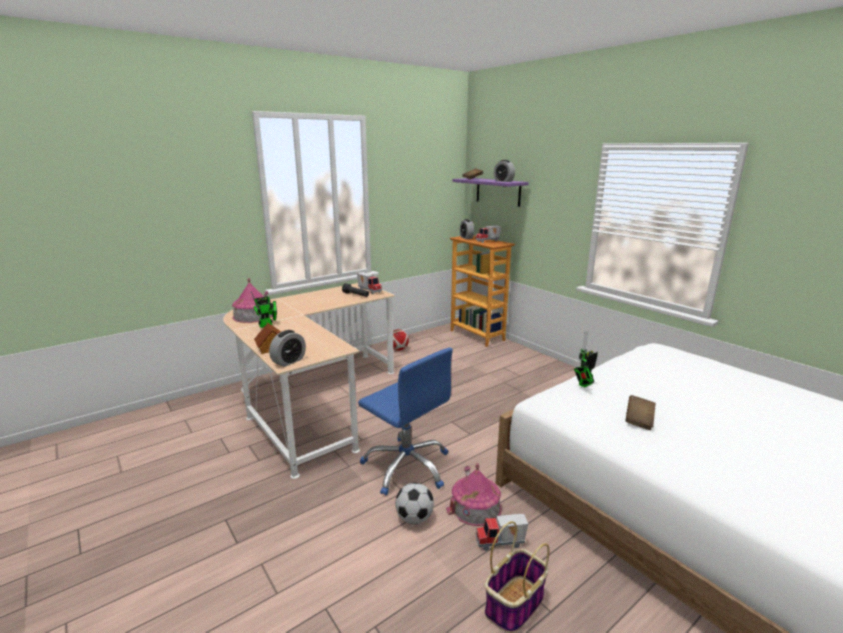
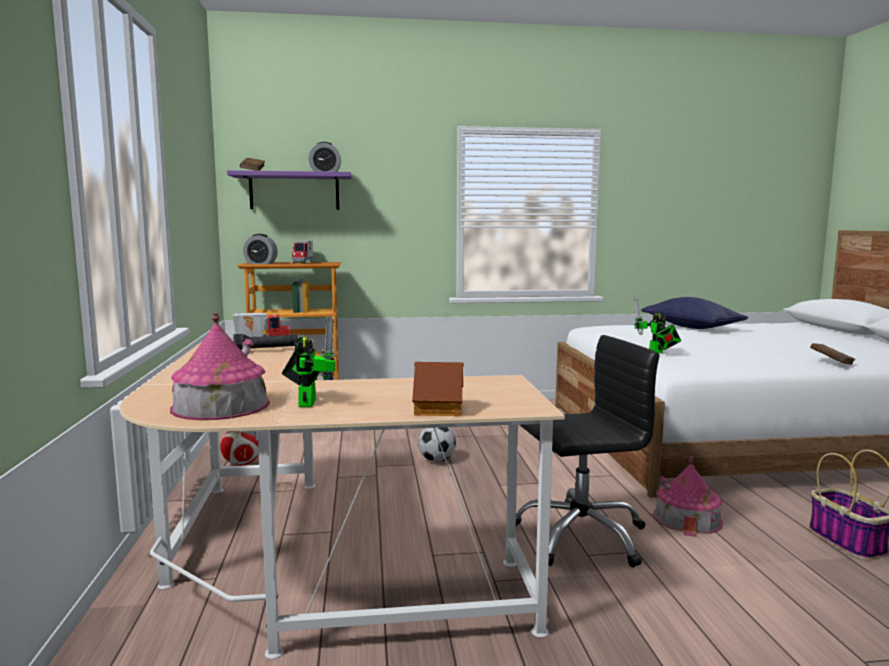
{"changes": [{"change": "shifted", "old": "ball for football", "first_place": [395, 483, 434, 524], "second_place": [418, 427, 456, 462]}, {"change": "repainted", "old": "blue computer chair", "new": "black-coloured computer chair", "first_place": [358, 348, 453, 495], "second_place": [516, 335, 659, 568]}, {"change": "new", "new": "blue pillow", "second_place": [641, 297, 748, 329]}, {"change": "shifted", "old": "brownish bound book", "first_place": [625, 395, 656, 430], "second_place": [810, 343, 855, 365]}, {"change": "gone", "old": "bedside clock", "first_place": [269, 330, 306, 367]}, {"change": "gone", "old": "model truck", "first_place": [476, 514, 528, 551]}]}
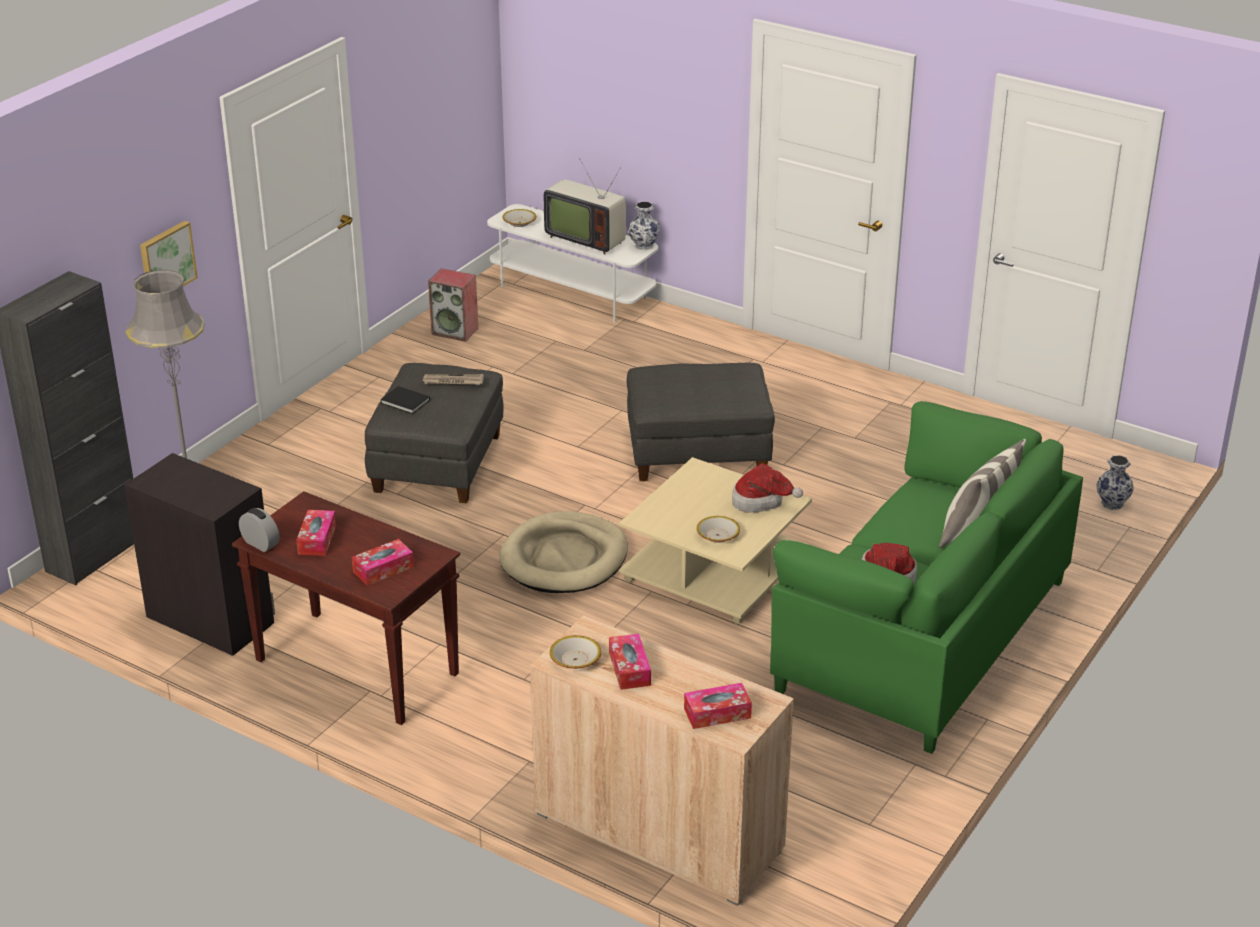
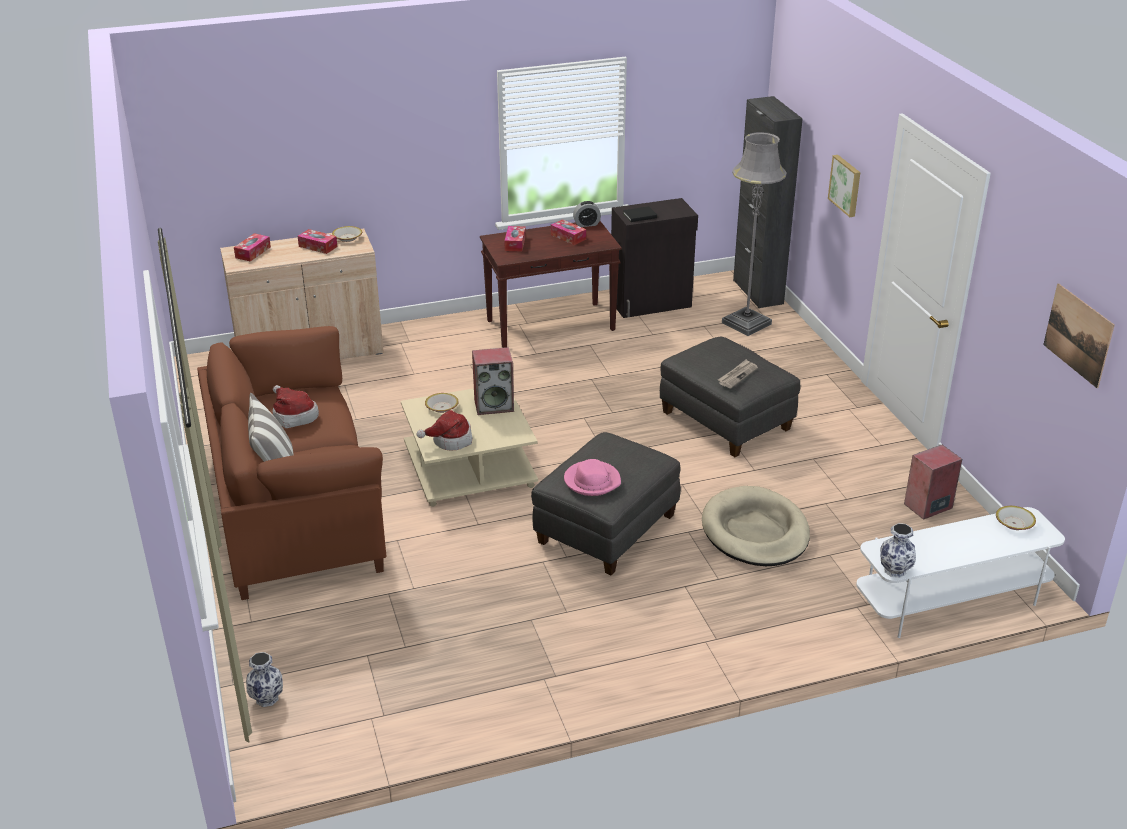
{"changes": [{"change": "repainted", "old": "green settee", "new": "brownish settee", "first_place": [770, 401, 1083, 754], "second_place": [197, 326, 386, 600]}, {"change": "new", "new": "loudspeaker", "second_place": [472, 347, 514, 415]}, {"change": "new", "new": "pink clothing hat", "second_place": [564, 459, 621, 496]}, {"change": "shifted", "old": "black-coloured bound book", "first_place": [381, 386, 430, 414], "second_place": [623, 206, 657, 222]}, {"change": "shifted", "old": "sand-coloured pet bed", "first_place": [499, 511, 628, 593], "second_place": [702, 486, 810, 566]}, {"change": "new", "new": "picture", "second_place": [1043, 283, 1115, 388]}, {"change": "gone", "old": "TV set", "first_place": [544, 158, 626, 254]}]}
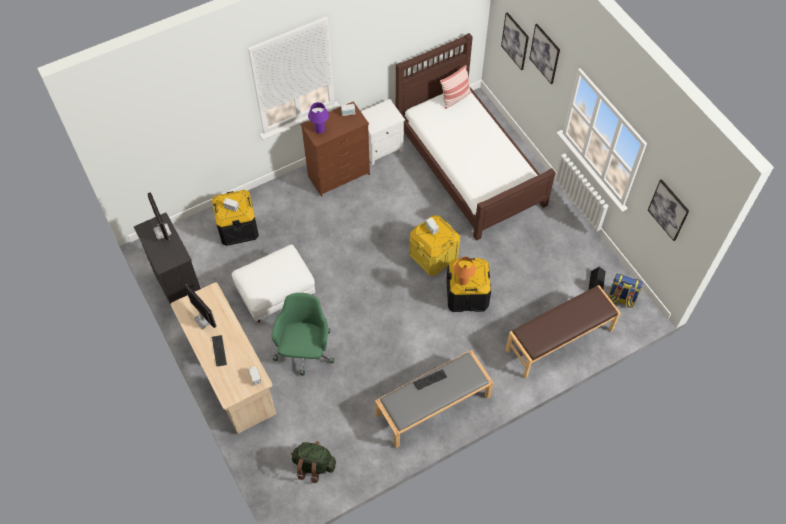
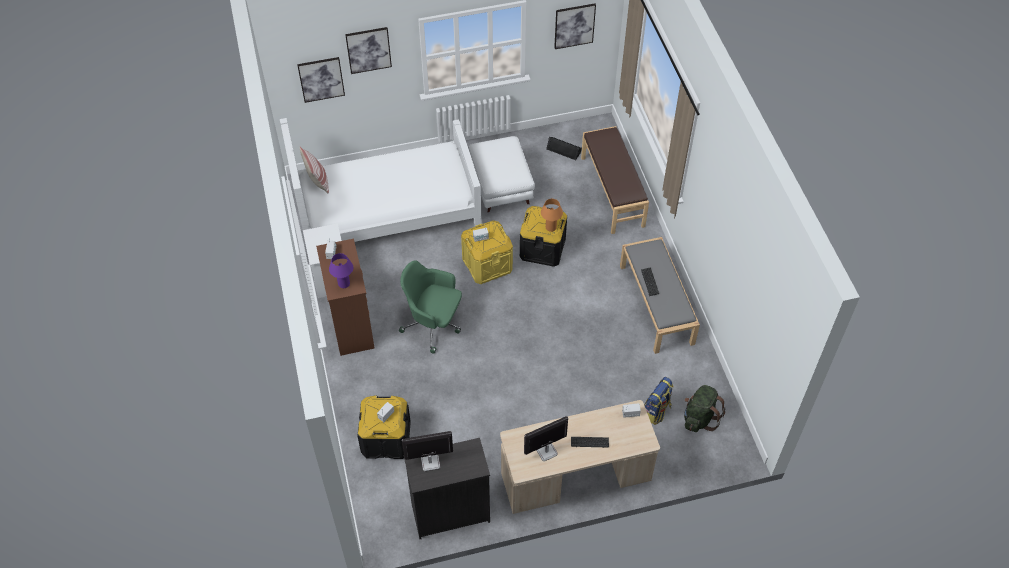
{"changes": [{"change": "repainted", "old": "brownish bed", "new": "whitish bed", "first_place": [396, 33, 556, 241], "second_place": [280, 118, 482, 242]}, {"change": "shifted", "old": "green computer chair", "first_place": [271, 293, 334, 376], "second_place": [399, 260, 462, 354]}, {"change": "shifted", "old": "whitish pouffe", "first_place": [232, 245, 315, 323], "second_place": [469, 136, 535, 212]}, {"change": "shifted", "old": "backpack", "first_place": [608, 274, 643, 308], "second_place": [644, 377, 674, 425]}]}
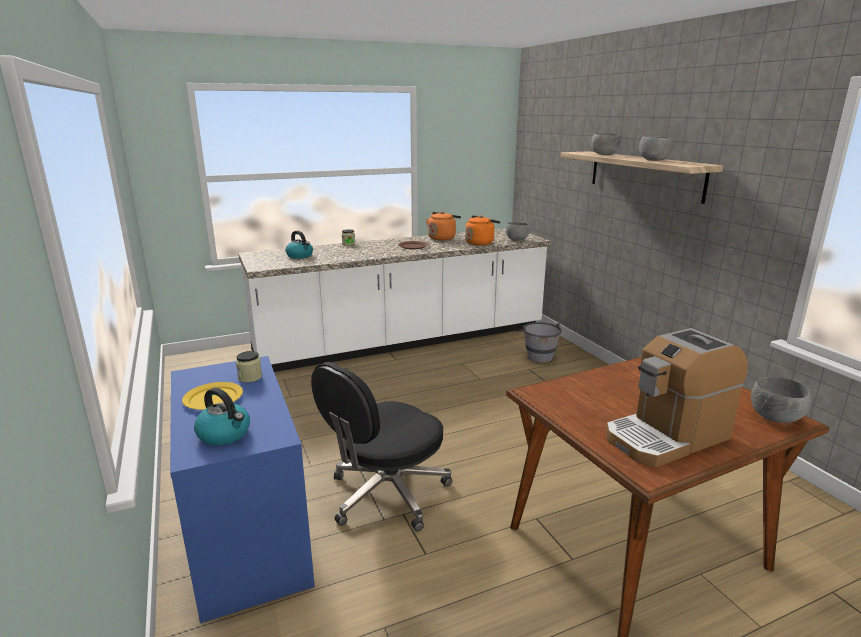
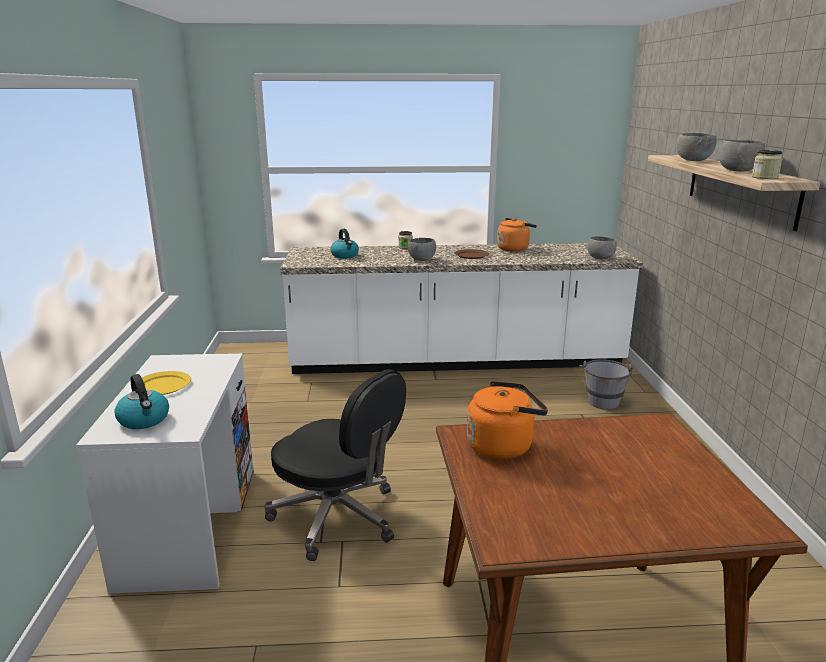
{"changes": [{"change": "repainted", "old": "blue desk", "new": "whitish desk", "first_place": [170, 356, 315, 623], "second_place": [76, 353, 254, 594]}, {"change": "rotated", "old": "black-coloured computer chair", "first_place": [311, 362, 452, 531], "second_place": [264, 369, 406, 561], "degrees": -120}, {"change": "shifted", "old": "gray serving bowl", "first_place": [751, 377, 811, 423], "second_place": [408, 238, 436, 261]}, {"change": "shifted", "old": "orange water kettle", "first_place": [465, 215, 500, 246], "second_place": [467, 381, 548, 459]}, {"change": "shifted", "old": "preserve jar", "first_place": [236, 351, 262, 382], "second_place": [752, 150, 783, 179]}, {"change": "gone", "old": "coffee brewer", "first_place": [606, 328, 748, 467]}]}
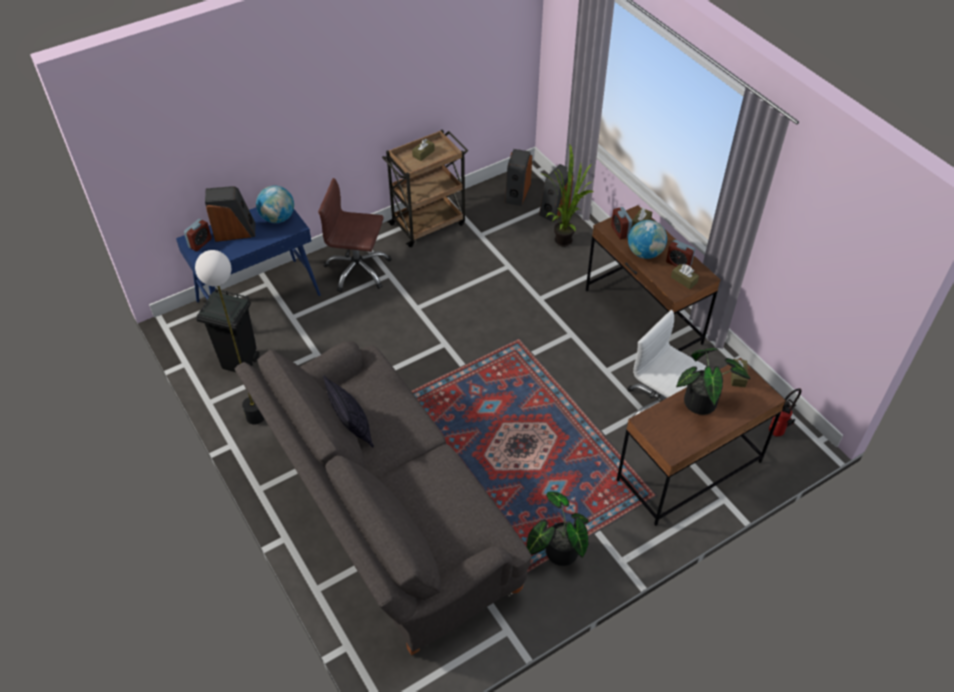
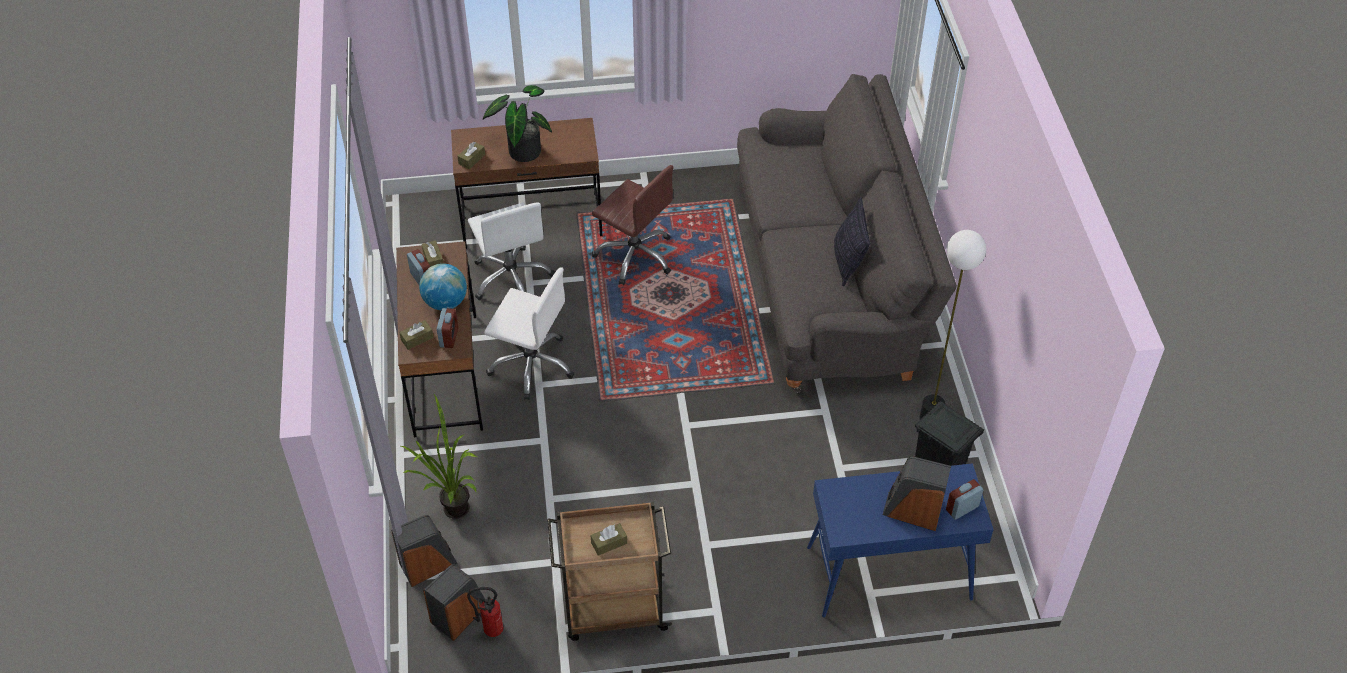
{"changes": [{"change": "shifted", "old": "fire extinguisher", "first_place": [769, 388, 802, 437], "second_place": [467, 587, 504, 637]}, {"change": "new", "new": "whitish computer chair", "second_place": [484, 268, 574, 400]}, {"change": "shifted", "old": "brownish computer chair", "first_place": [318, 178, 392, 293], "second_place": [592, 165, 673, 285]}, {"change": "gone", "old": "world globe", "first_place": [256, 185, 294, 223]}, {"change": "gone", "old": "potted plant", "first_place": [527, 492, 589, 566]}]}
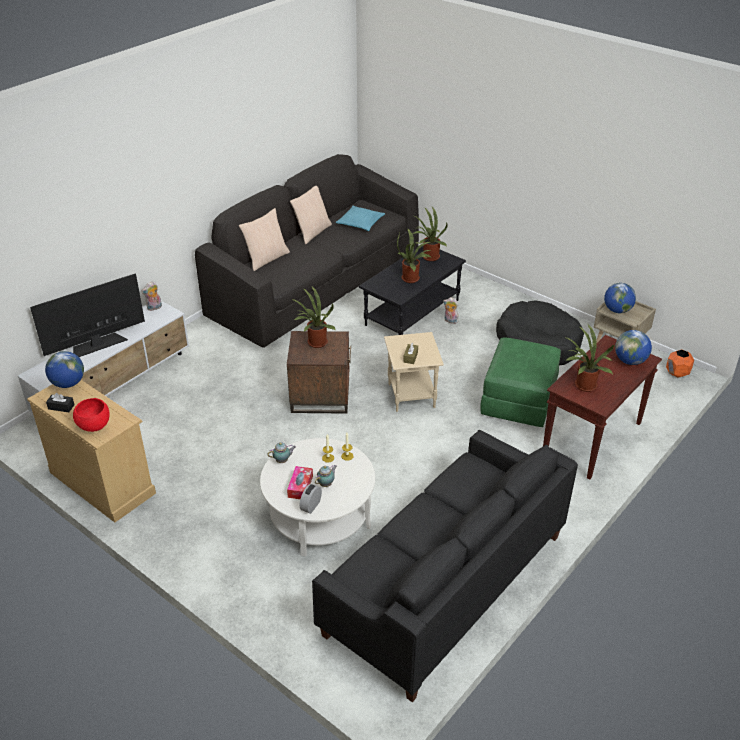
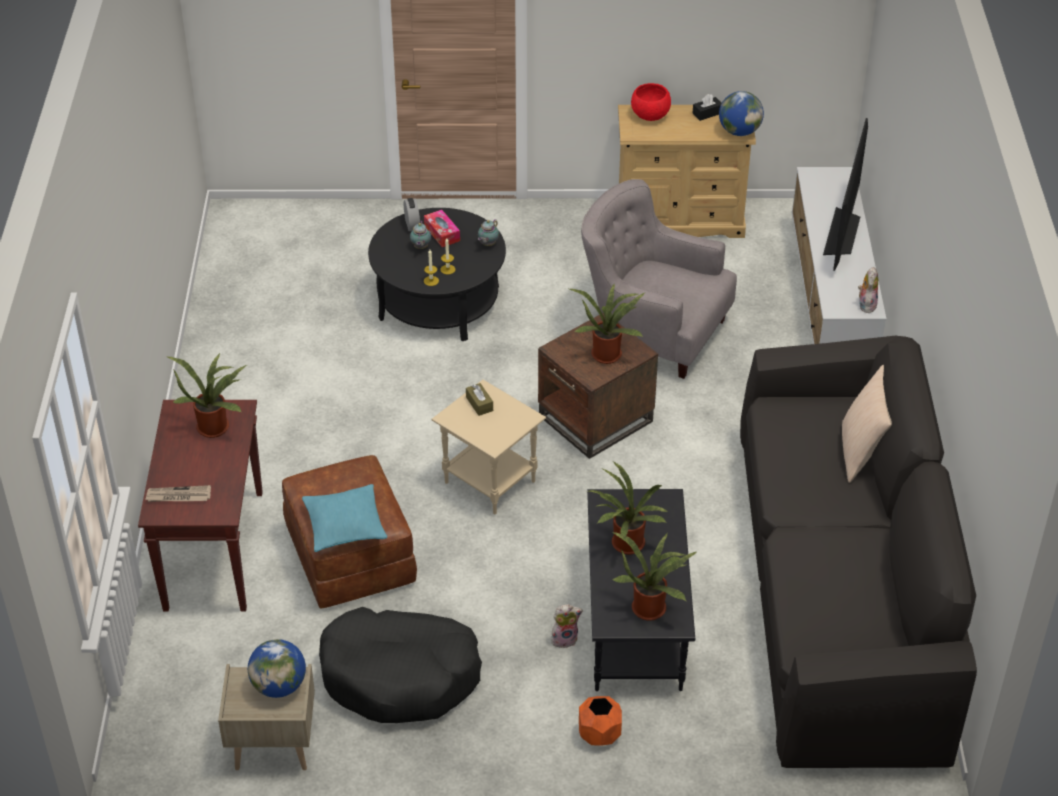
{"changes": [{"change": "swapped", "old": "world globe", "new": "newspaper", "first_place": [615, 330, 652, 365], "second_place": [145, 485, 211, 502]}, {"change": "repainted", "old": "green pouffe", "new": "brownish pouffe", "first_place": [480, 337, 561, 427], "second_place": [282, 455, 417, 609]}, {"change": "shifted", "old": "turquoise-coloured pillow", "first_place": [336, 206, 385, 231], "second_place": [302, 484, 387, 552]}, {"change": "repainted", "old": "whitish coffee table", "new": "black-coloured coffee table", "first_place": [260, 438, 375, 557], "second_place": [368, 208, 506, 341]}, {"change": "shifted", "old": "orange plant pot", "first_place": [666, 349, 694, 378], "second_place": [579, 696, 622, 746]}, {"change": "new", "new": "gray easy chair", "second_place": [581, 179, 737, 379]}, {"change": "gone", "old": "sand-coloured pillow", "first_place": [290, 186, 332, 244]}, {"change": "gone", "old": "black-coloured settee", "first_place": [312, 430, 578, 702]}]}
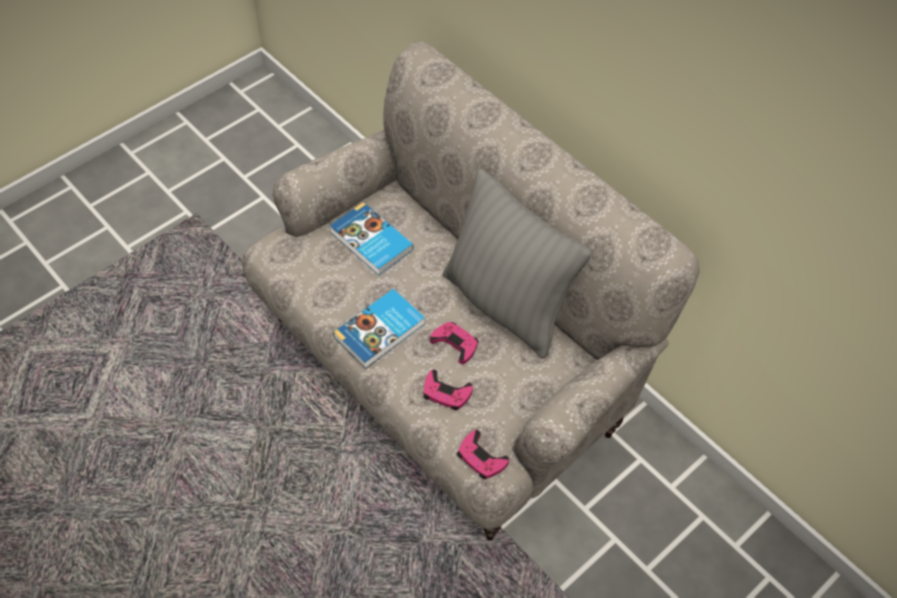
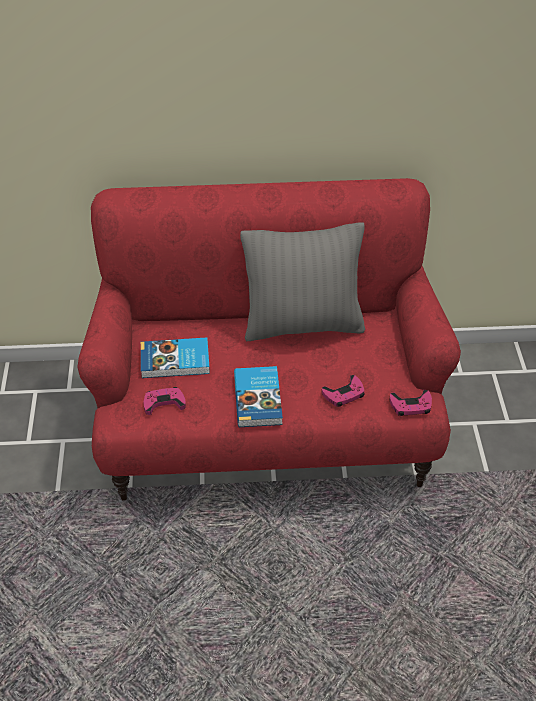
{"changes": [{"change": "repainted", "old": "sand-coloured settee", "new": "red-coloured settee", "first_place": [242, 42, 700, 540], "second_place": [77, 178, 461, 501]}, {"change": "shifted", "old": "pink gamepad", "first_place": [430, 322, 479, 364], "second_place": [143, 387, 186, 415]}]}
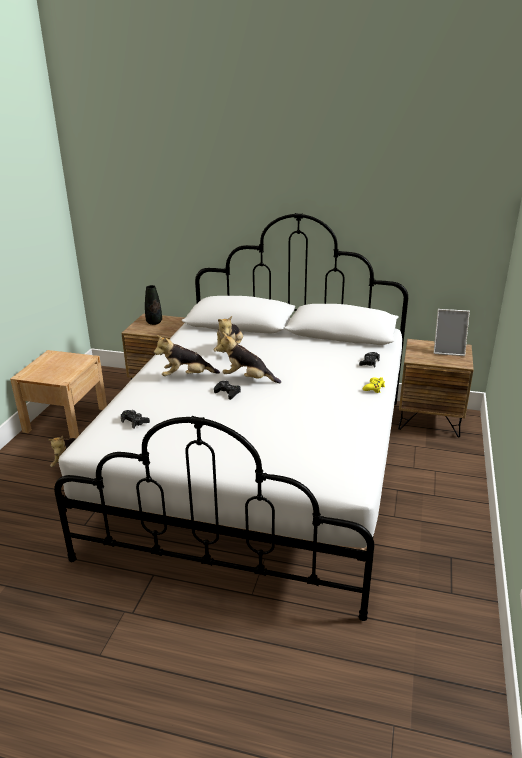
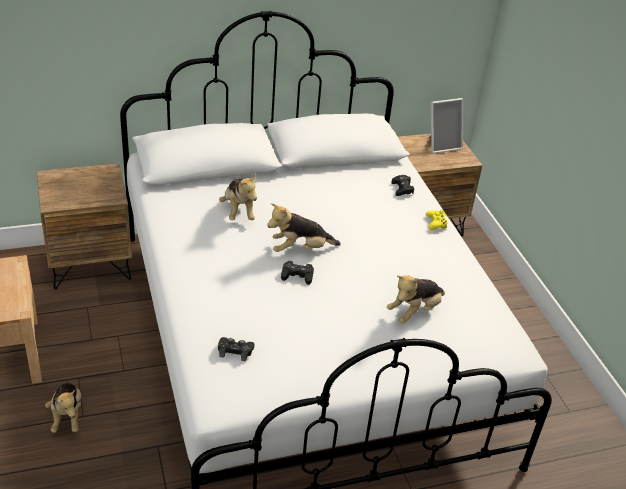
{"changes": [{"change": "shifted", "old": "cuddly toy", "first_place": [154, 335, 220, 376], "second_place": [387, 275, 445, 323]}, {"change": "gone", "old": "black-coloured vase", "first_place": [145, 285, 162, 325]}]}
